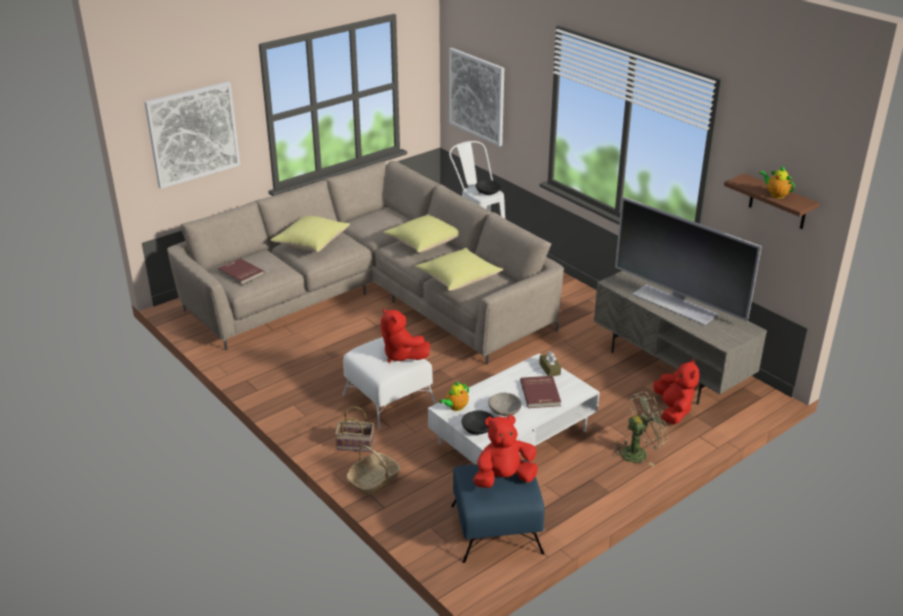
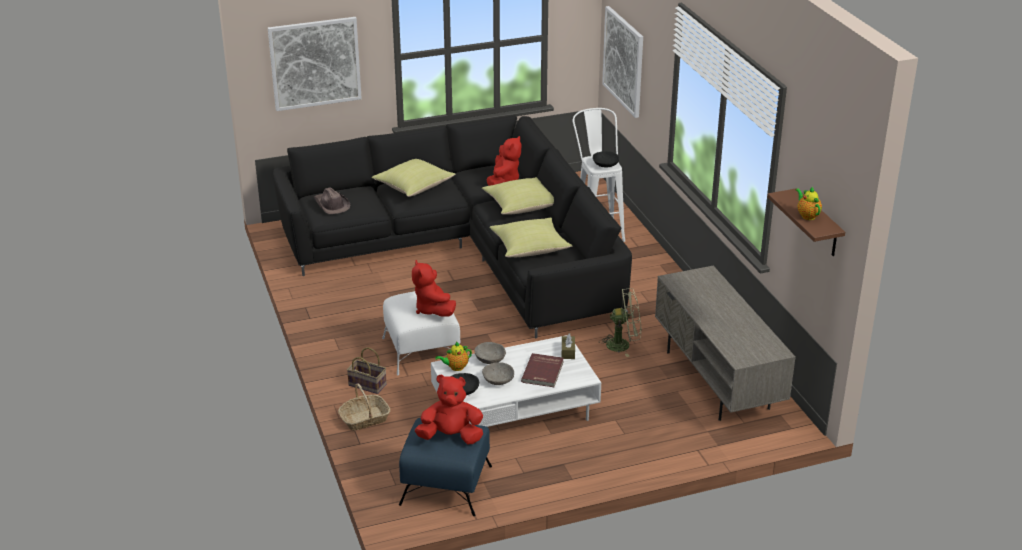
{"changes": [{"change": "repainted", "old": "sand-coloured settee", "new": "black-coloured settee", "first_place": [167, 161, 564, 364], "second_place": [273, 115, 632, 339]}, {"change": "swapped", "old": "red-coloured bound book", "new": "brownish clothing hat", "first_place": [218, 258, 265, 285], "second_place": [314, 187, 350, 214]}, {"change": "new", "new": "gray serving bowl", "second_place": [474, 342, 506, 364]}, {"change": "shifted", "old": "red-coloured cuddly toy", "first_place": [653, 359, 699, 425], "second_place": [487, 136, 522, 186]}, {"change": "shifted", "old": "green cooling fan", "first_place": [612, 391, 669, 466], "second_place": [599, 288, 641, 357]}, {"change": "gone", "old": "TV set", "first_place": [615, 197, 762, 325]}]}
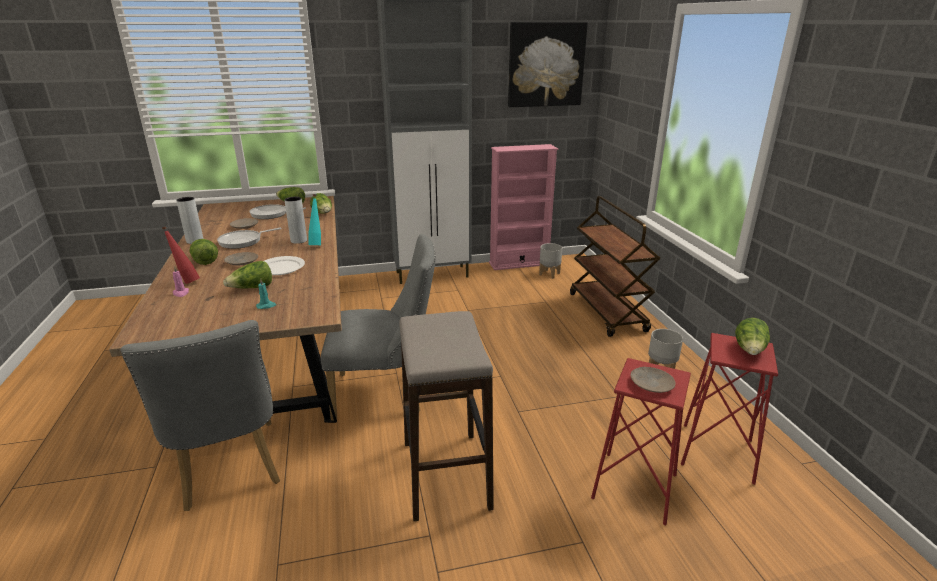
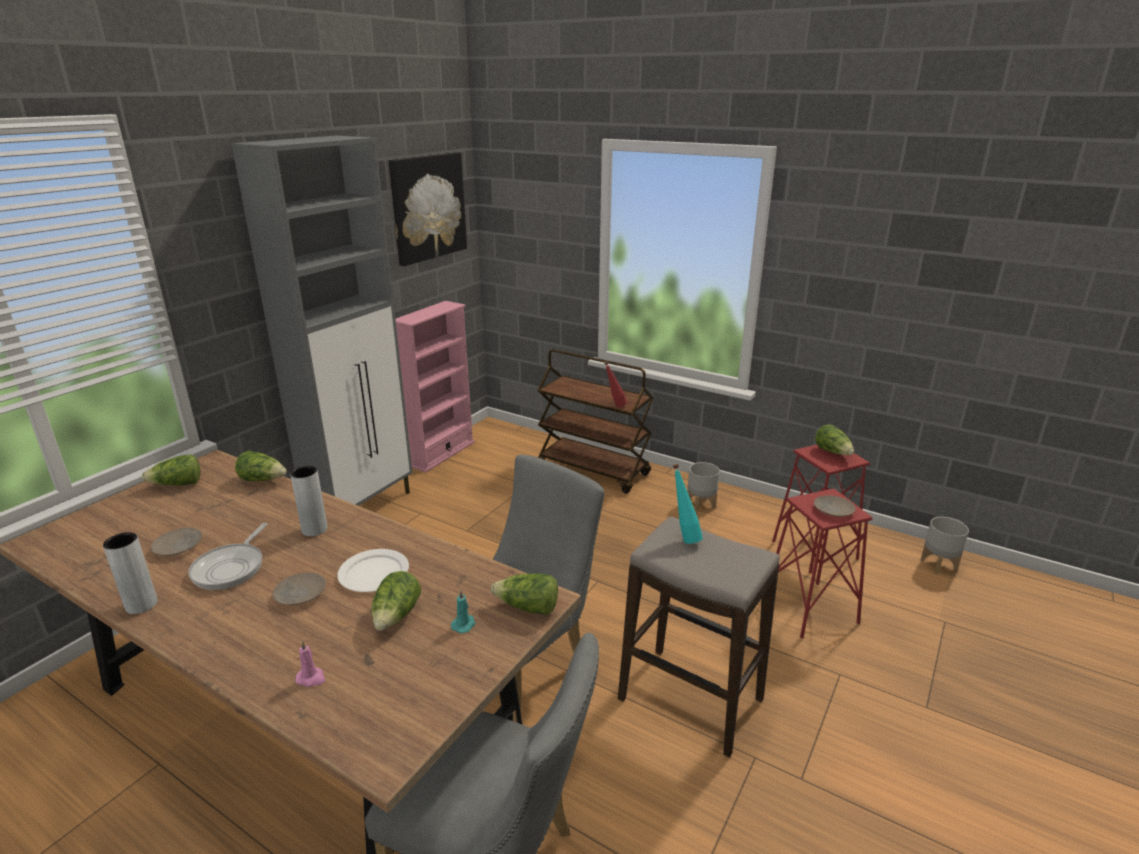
{"changes": [{"change": "shifted", "old": "lettuce head", "first_place": [189, 239, 218, 265], "second_place": [491, 573, 558, 615]}, {"change": "shifted", "old": "red-coloured drink bottle", "first_place": [162, 226, 200, 284], "second_place": [604, 362, 627, 407]}, {"change": "shifted", "old": "turquoise-coloured drink bottle", "first_place": [308, 194, 321, 245], "second_place": [673, 464, 703, 544]}, {"change": "shifted", "old": "gray plant pot", "first_place": [539, 243, 562, 279], "second_place": [921, 517, 969, 574]}, {"change": "gone", "old": "frying pan", "first_place": [249, 204, 306, 219]}]}
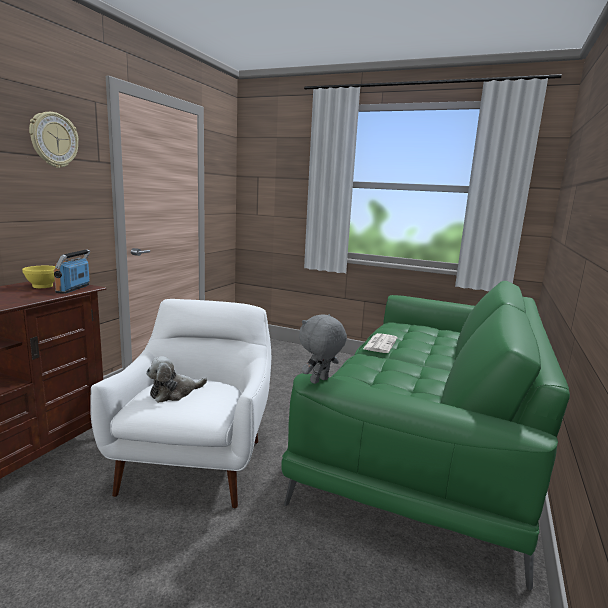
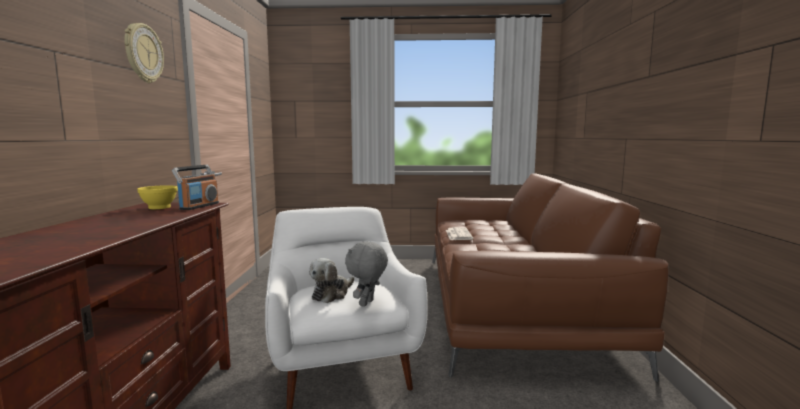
{"changes": [{"change": "rotated", "old": "radio", "first_place": [54, 249, 90, 294], "second_place": [172, 165, 219, 210], "degrees": -150}, {"change": "shifted", "old": "gray cuddly toy", "first_place": [299, 314, 347, 384], "second_place": [345, 241, 388, 307]}, {"change": "repainted", "old": "green settee", "new": "brownish settee", "first_place": [281, 281, 570, 591], "second_place": [432, 173, 669, 382]}]}
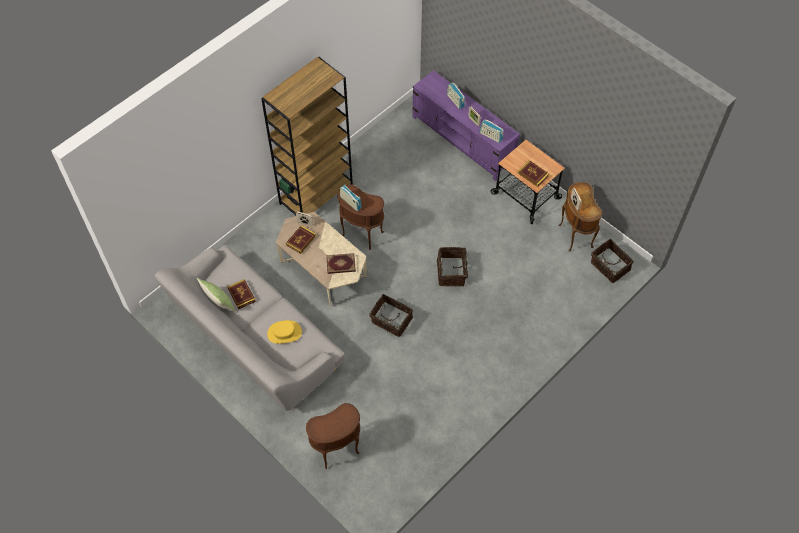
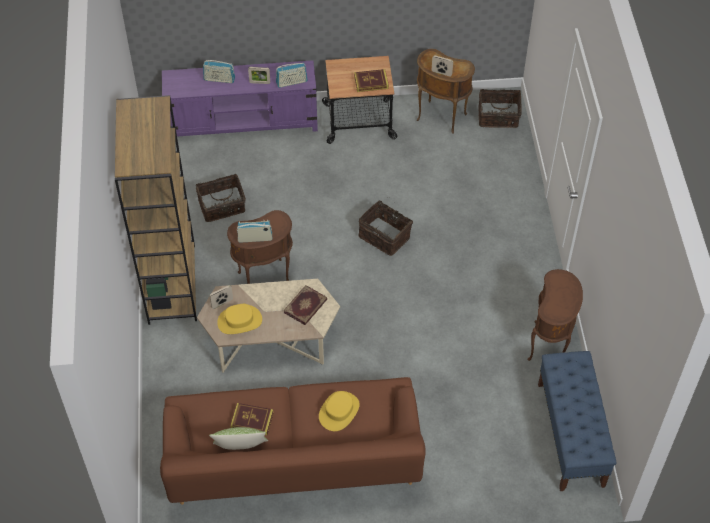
{"changes": [{"change": "repainted", "old": "gray settee", "new": "brownish settee", "first_place": [154, 245, 345, 411], "second_place": [160, 377, 426, 505]}, {"change": "shifted", "old": "storage basket", "first_place": [369, 294, 413, 337], "second_place": [196, 174, 246, 222]}, {"change": "swapped", "old": "bound book", "new": "yellow clothing hat", "first_place": [286, 225, 316, 254], "second_place": [217, 304, 262, 334]}, {"change": "shifted", "old": "brownish end table", "first_place": [306, 403, 360, 469], "second_place": [527, 269, 583, 361]}, {"change": "new", "new": "blue long seat", "second_place": [538, 351, 616, 491]}]}
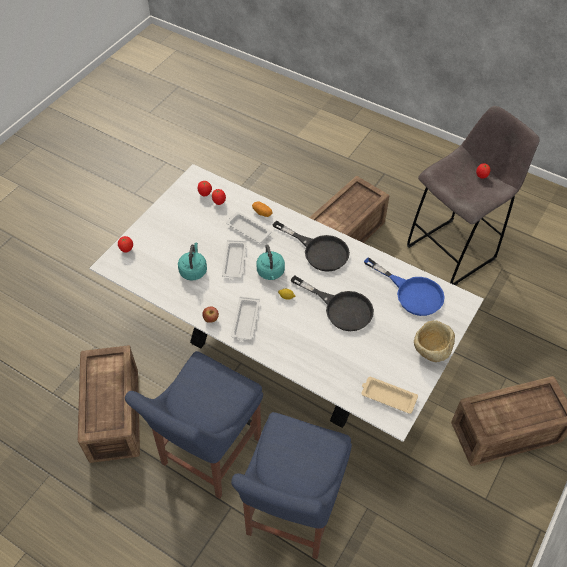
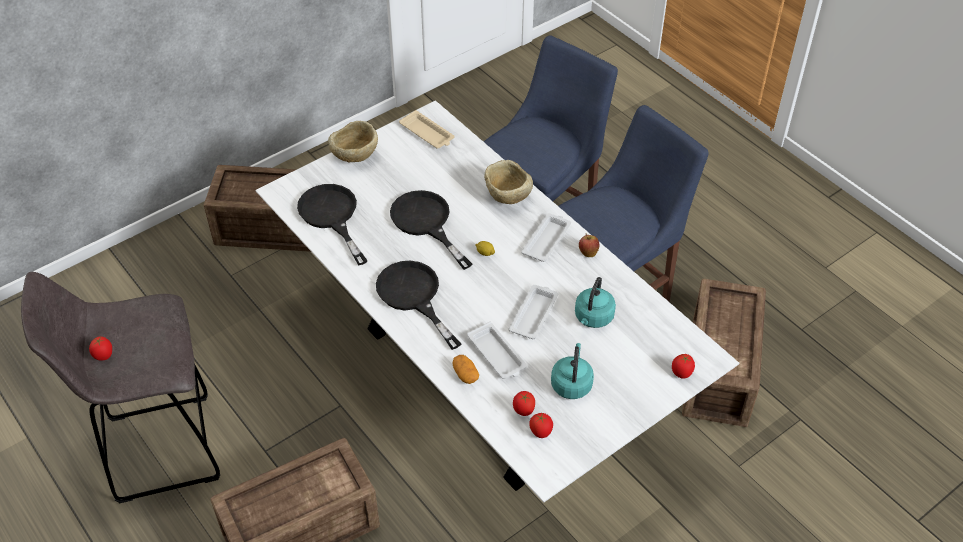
{"changes": [{"change": "repainted", "old": "blue frying pan", "new": "black-coloured frying pan", "first_place": [364, 257, 445, 316], "second_place": [297, 184, 368, 266]}, {"change": "new", "new": "sand-coloured serving bowl", "second_place": [484, 160, 533, 204]}, {"change": "shifted", "old": "turquoise-coloured water kettle", "first_place": [256, 244, 285, 280], "second_place": [551, 343, 594, 399]}]}
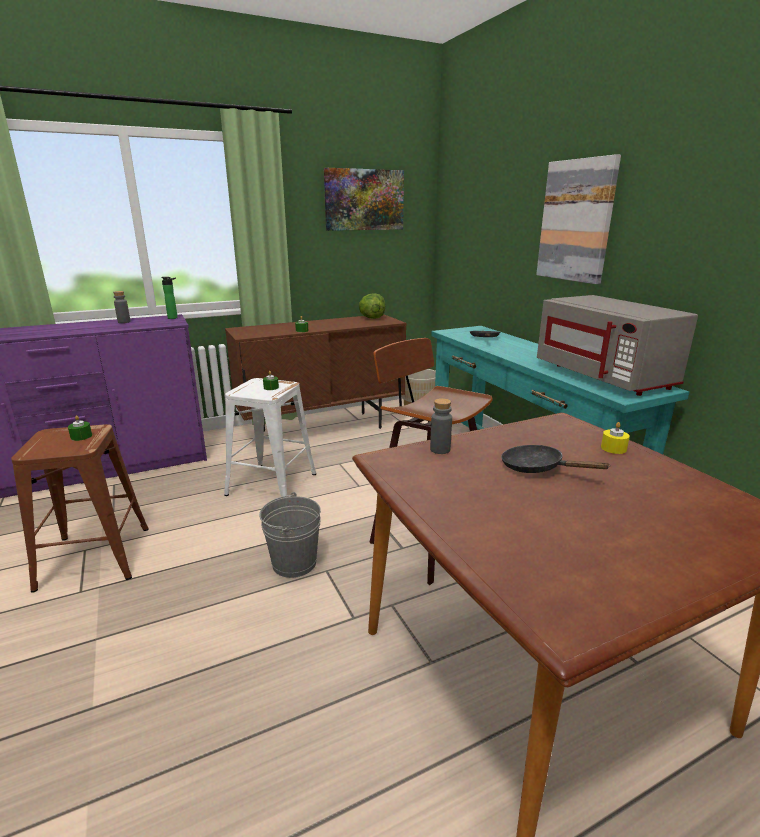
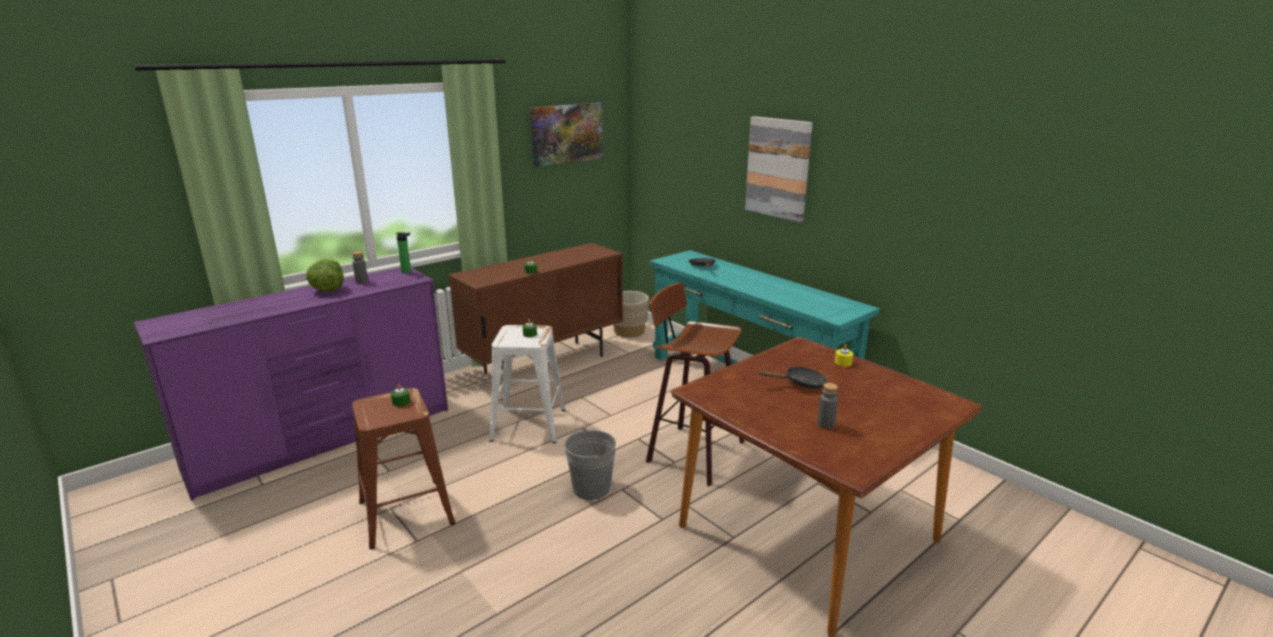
{"changes": [{"change": "shifted", "old": "lettuce head", "first_place": [359, 293, 385, 319], "second_place": [306, 259, 344, 291]}, {"change": "rotated", "old": "black-coloured frying pan", "first_place": [501, 445, 611, 473], "second_place": [758, 366, 828, 389], "degrees": 150}, {"change": "shifted", "old": "gray drink bottle", "first_place": [430, 398, 452, 454], "second_place": [817, 383, 838, 429]}, {"change": "gone", "old": "gray kitchen microwave", "first_place": [537, 295, 698, 396]}]}
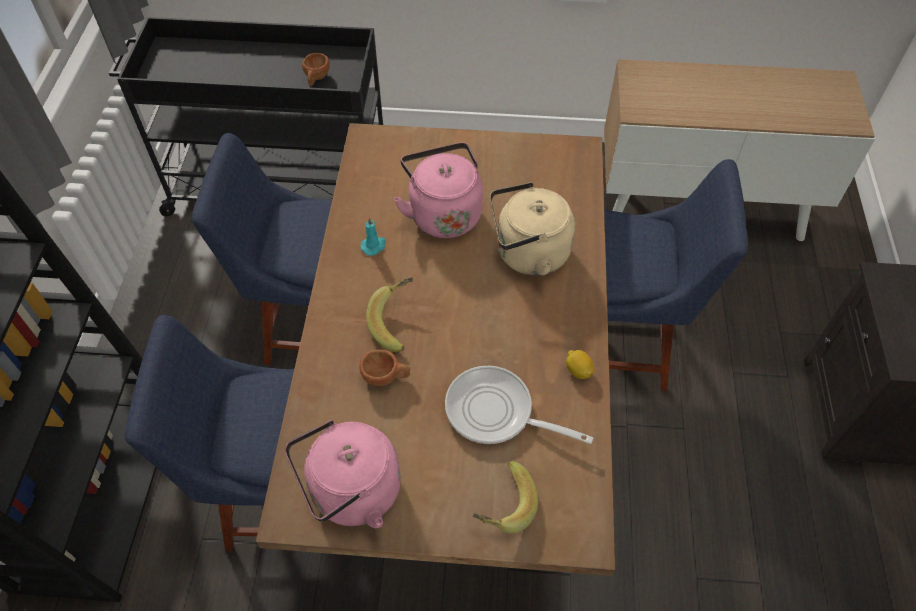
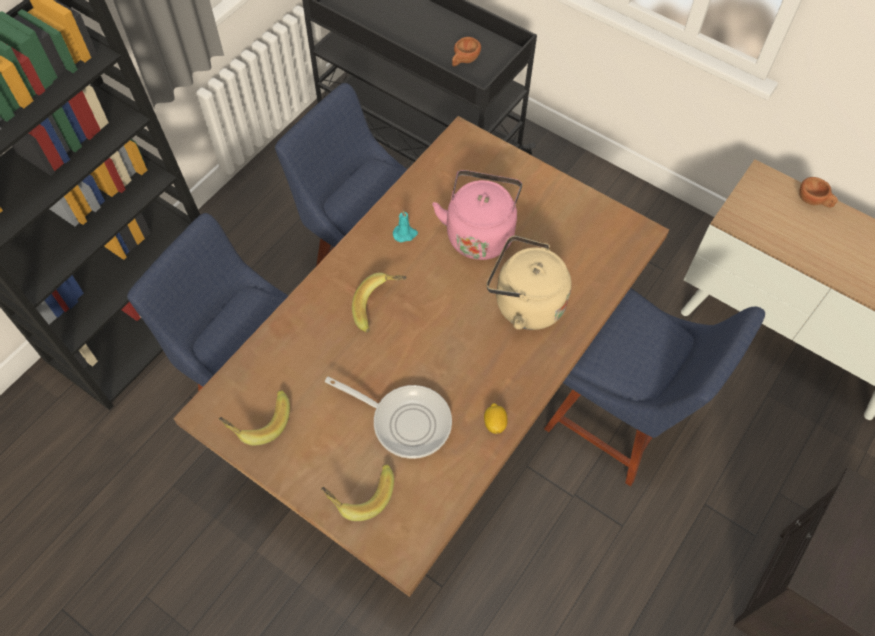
{"changes": [{"change": "swapped", "old": "pink water kettle", "new": "banana fruit", "first_place": [285, 420, 401, 528], "second_place": [219, 390, 290, 446]}, {"change": "rotated", "old": "frying pan", "first_place": [445, 366, 593, 444], "second_place": [325, 377, 452, 459], "degrees": 150}, {"change": "shifted", "old": "brownish cup", "first_place": [359, 350, 410, 386], "second_place": [799, 177, 838, 208]}]}
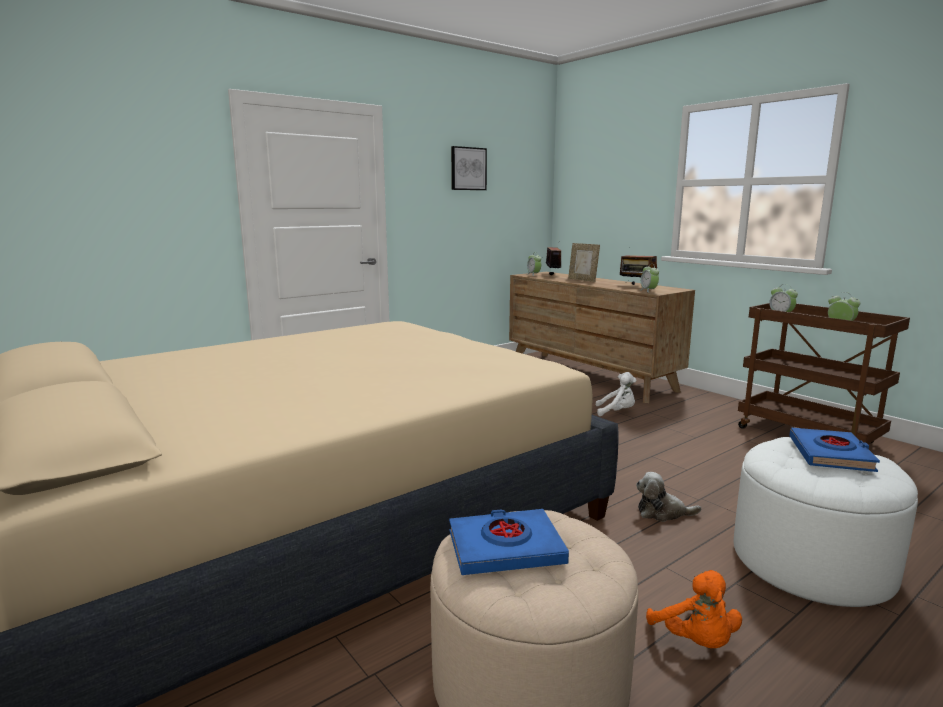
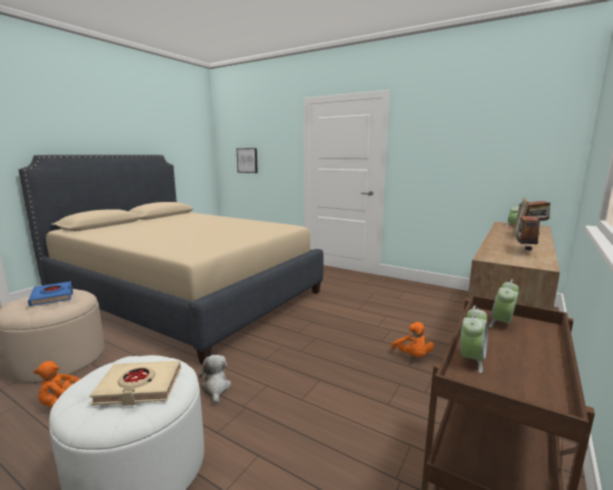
{"changes": [{"change": "repainted", "old": "blue bound book", "new": "sand-coloured bound book", "first_place": [789, 428, 880, 472], "second_place": [90, 361, 181, 406]}, {"change": "shifted", "old": "picture", "first_place": [451, 146, 487, 190], "second_place": [236, 148, 258, 173]}, {"change": "repainted", "old": "whitish cuddly toy", "new": "orange cuddly toy", "first_place": [596, 372, 637, 416], "second_place": [392, 322, 434, 357]}, {"change": "gone", "old": "bedside clock", "first_place": [641, 264, 659, 293]}]}
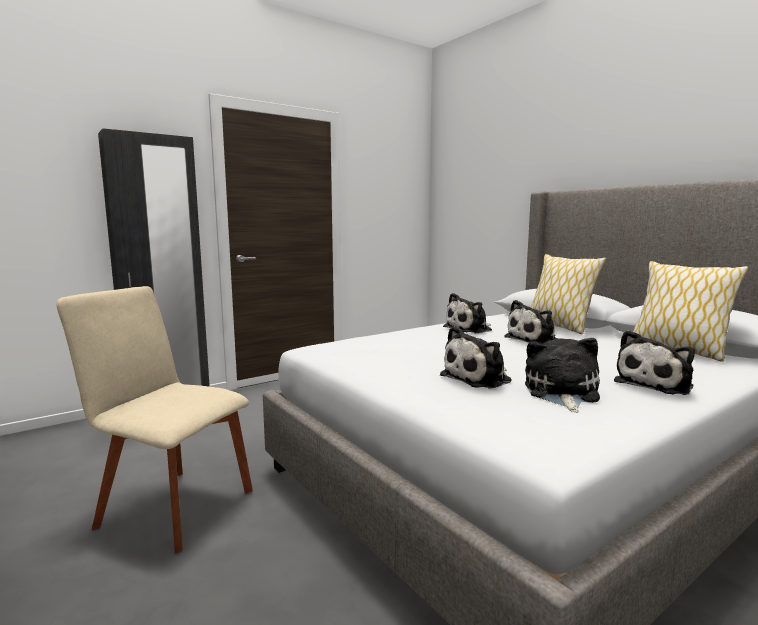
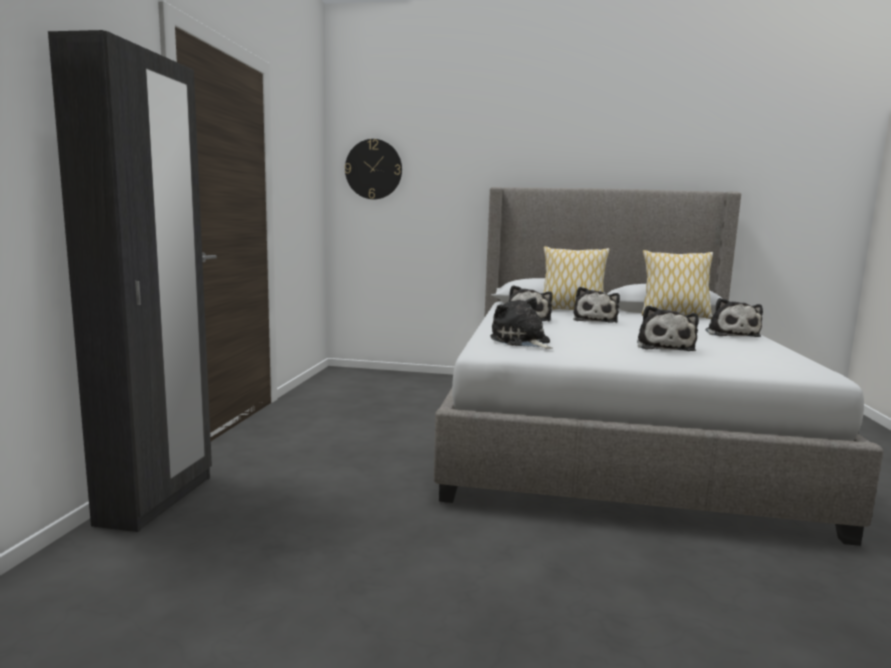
{"changes": [{"change": "new", "new": "hanging clock", "second_place": [345, 139, 402, 199]}, {"change": "shifted", "old": "cuddly toy", "first_place": [525, 338, 600, 413], "second_place": [490, 297, 553, 349]}, {"change": "gone", "old": "sand-coloured chair", "first_place": [56, 286, 253, 553]}]}
